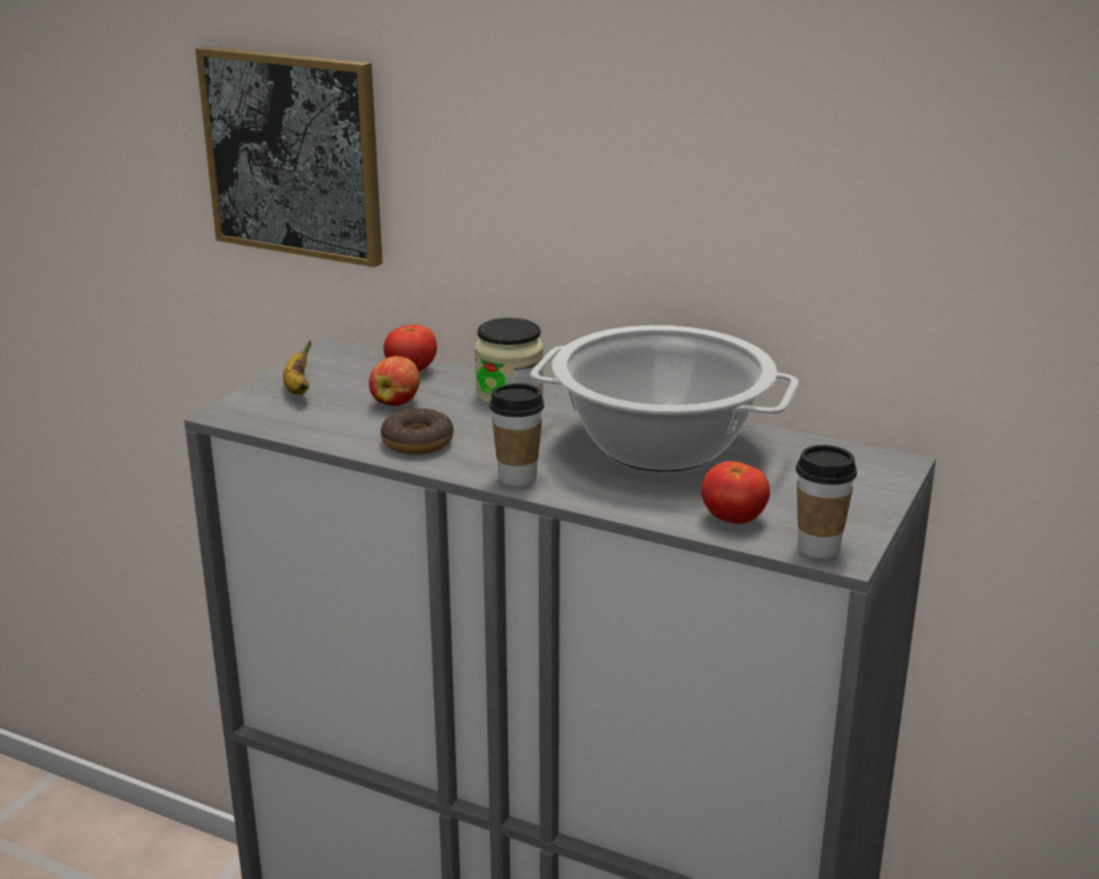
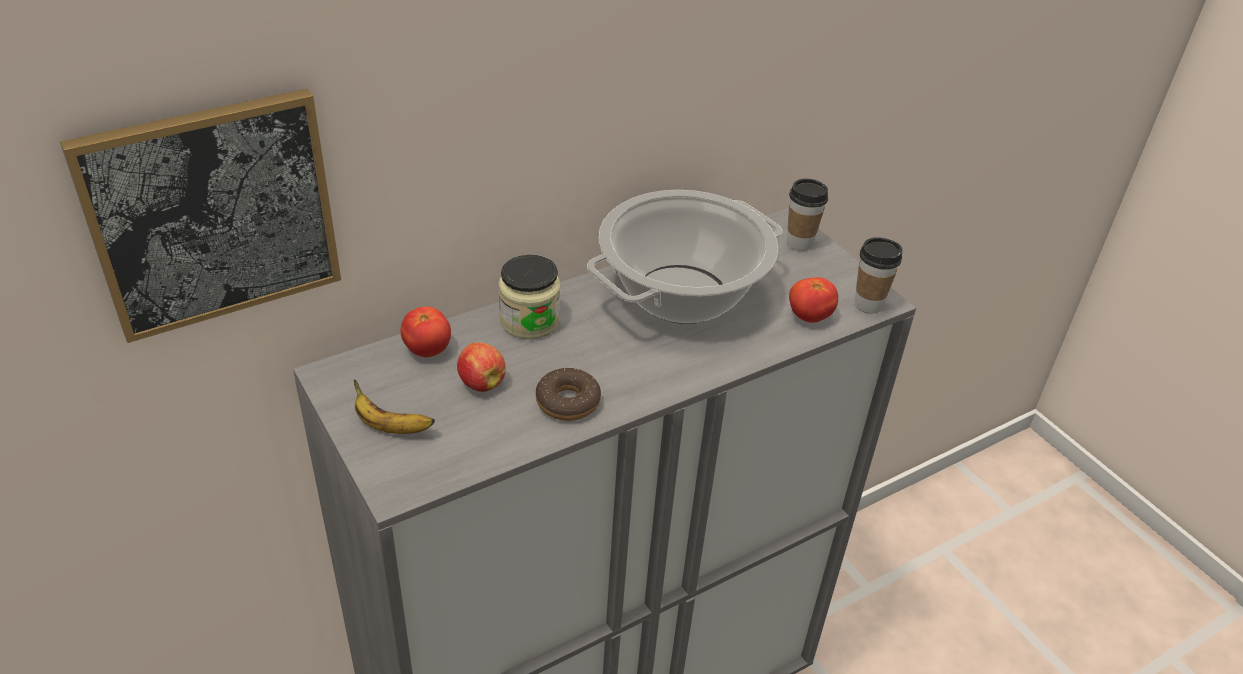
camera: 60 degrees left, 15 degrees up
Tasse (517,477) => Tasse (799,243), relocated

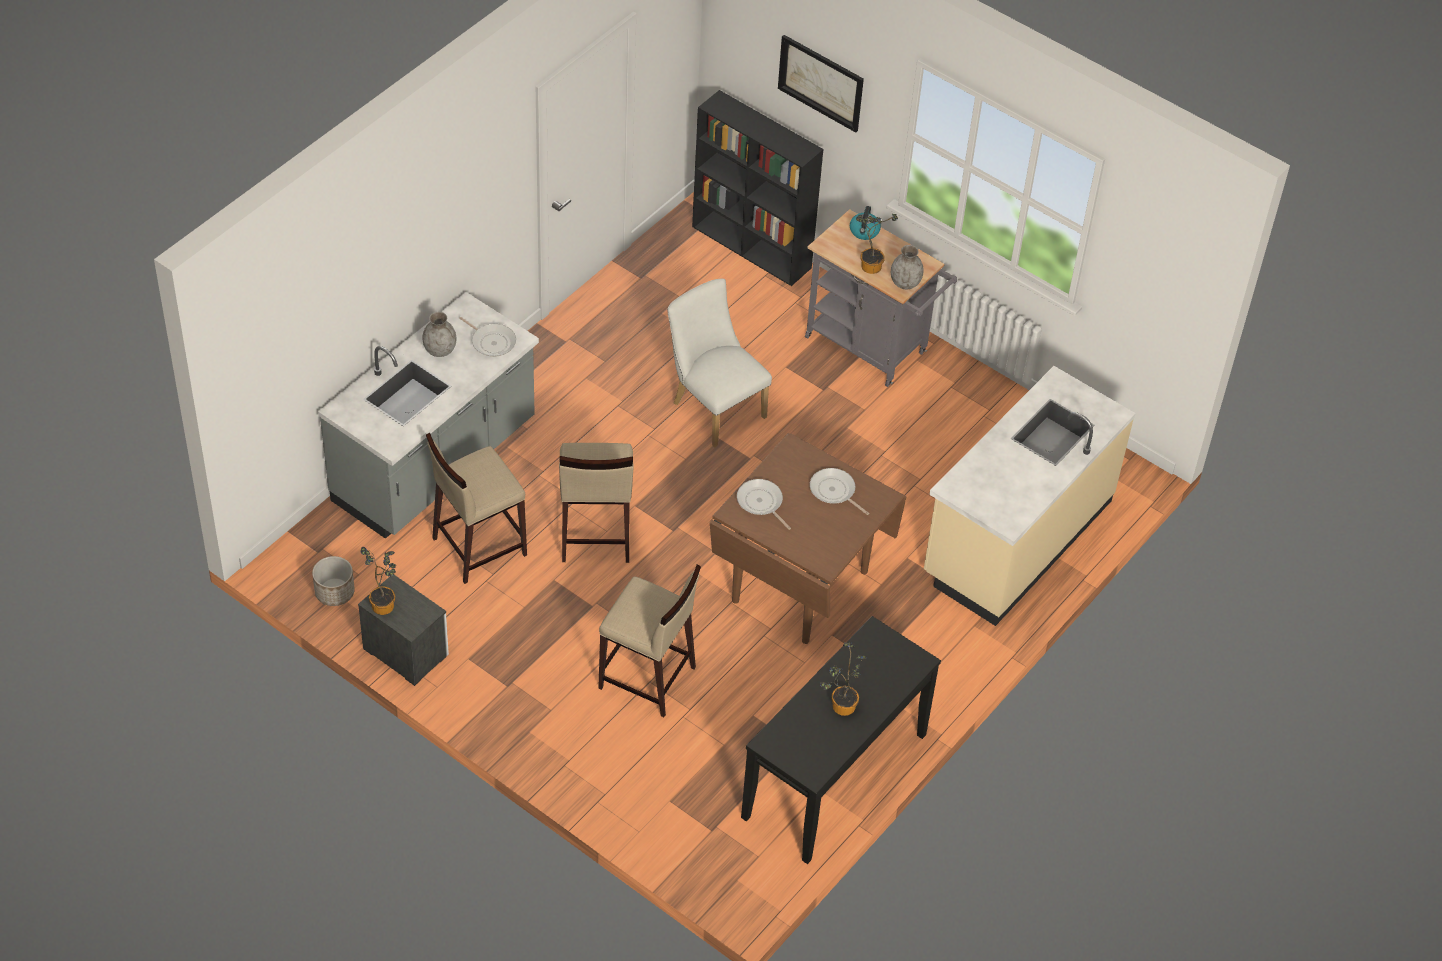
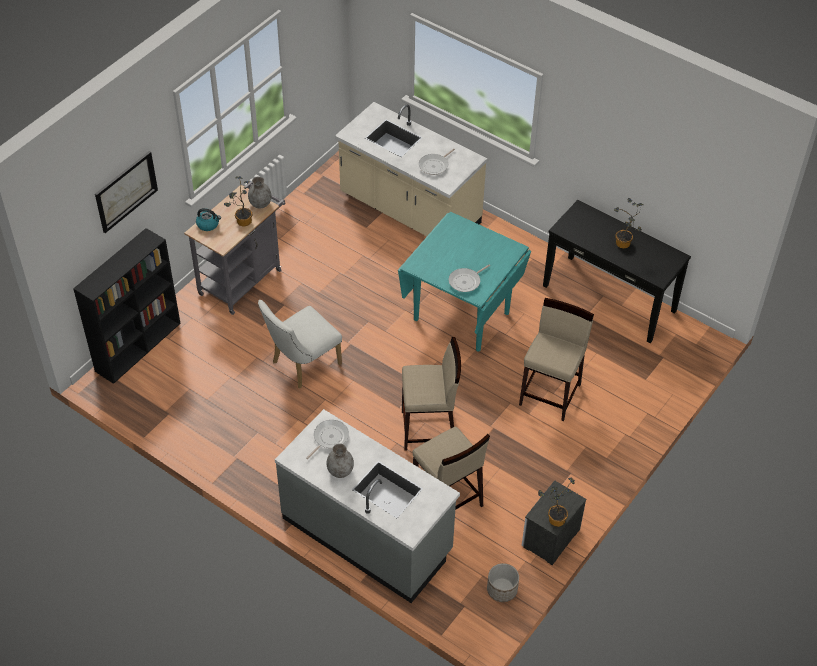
camera: 90 degrees left, 0 degrees up
Esstisch [braun] (801,586) => Esstisch [türkis] (462,315)
Pfanne (834,491) => Pfanne (435,165), relocated

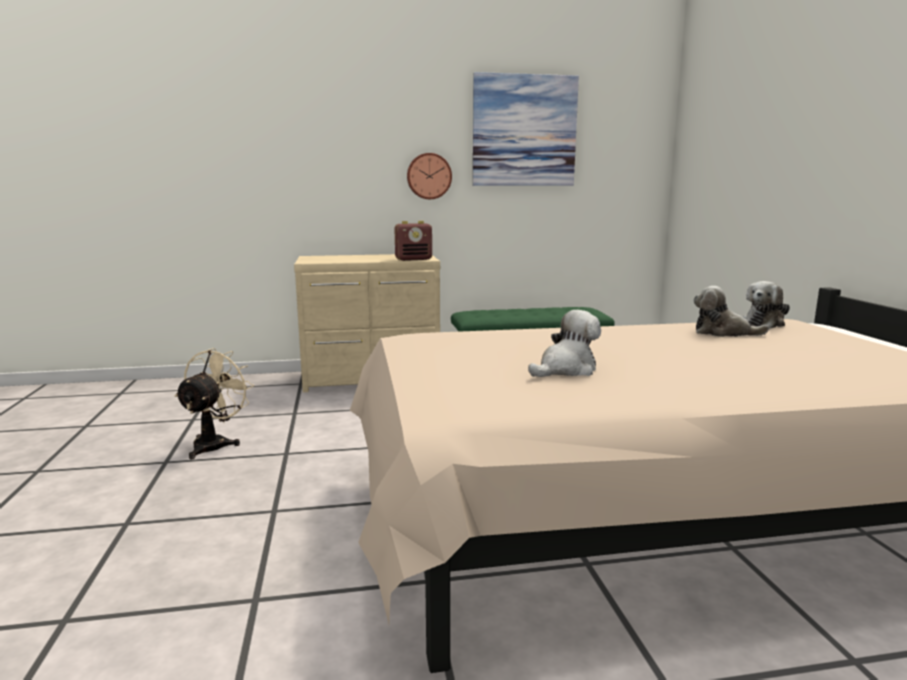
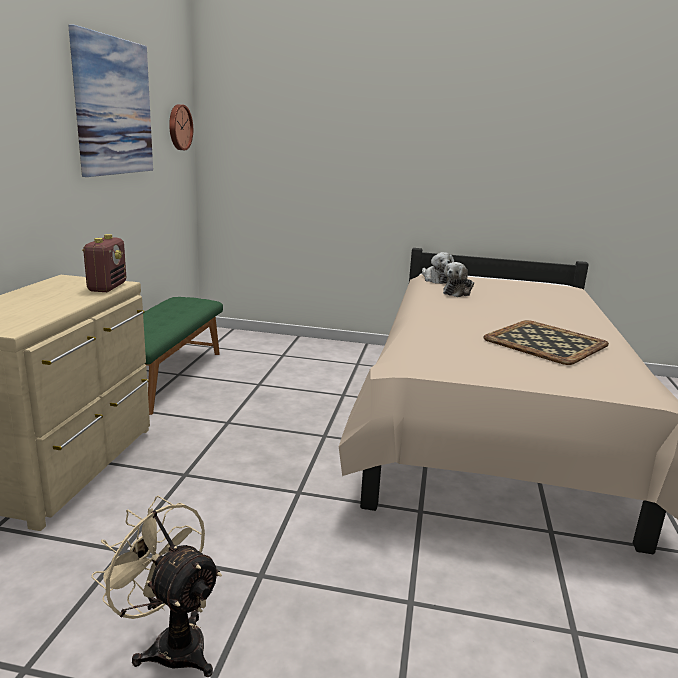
camera: 70 degrees left, 5 degrees up
Wanduhr (429,176) => Wanduhr (179,127), relocated
Plüschtier (566,369) => Tablett (545,343)

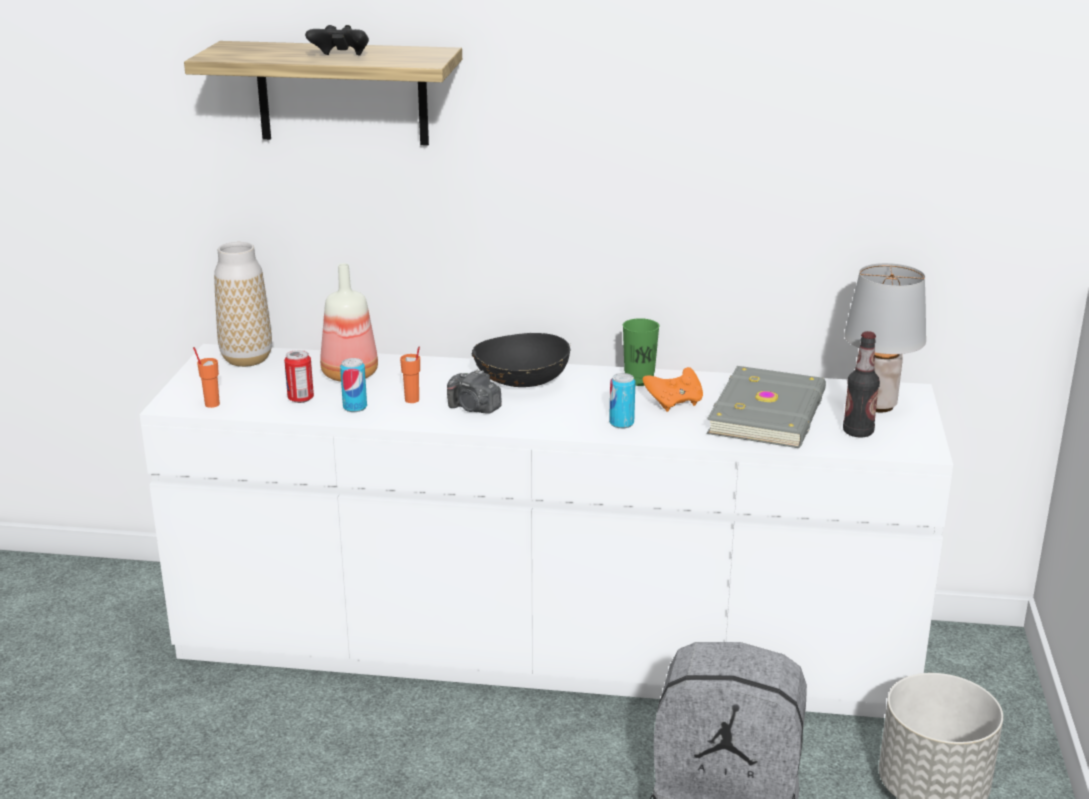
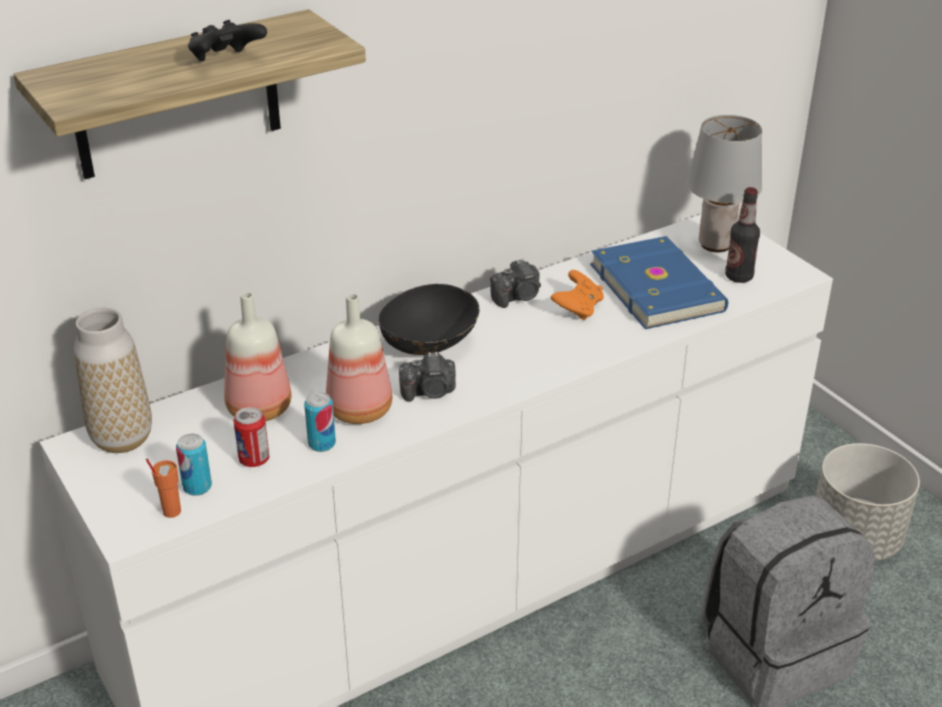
camera: 40 degrees left, 10 degrees up
Tasse [grün] (639,380) => Kamera (517,297)
Tasse [orange] (412,400) => Flasche (362,409)
Buch [grau] (770,413) => Buch [blau] (658,287)
Dose (621,423) => Dose (197,487), relocated

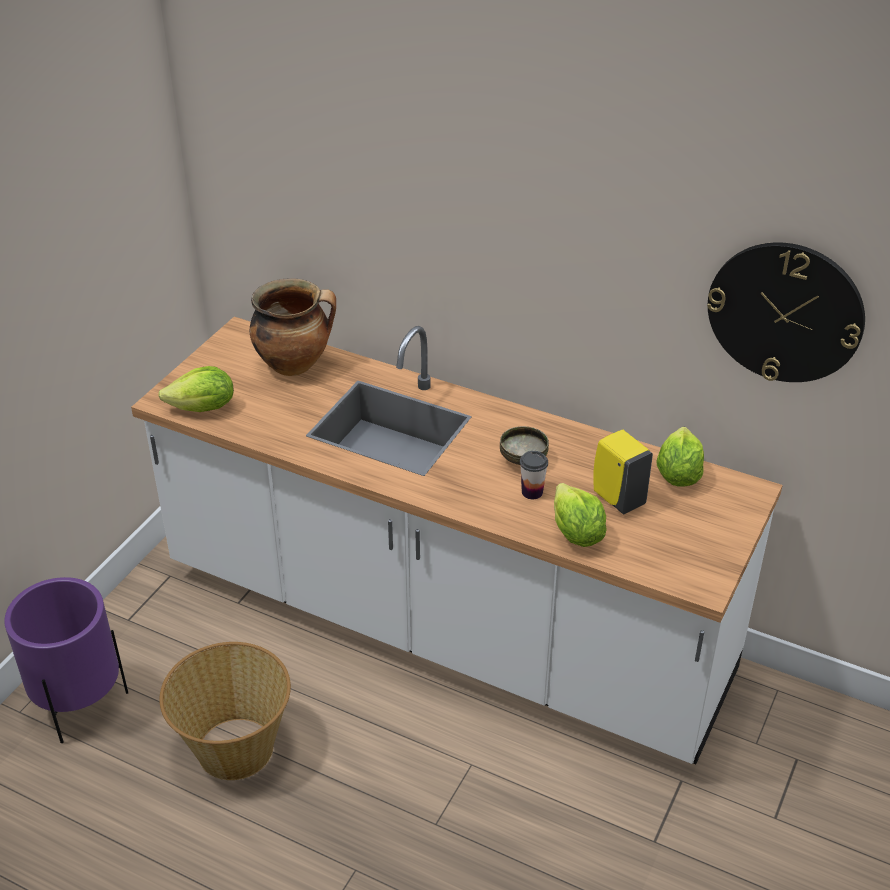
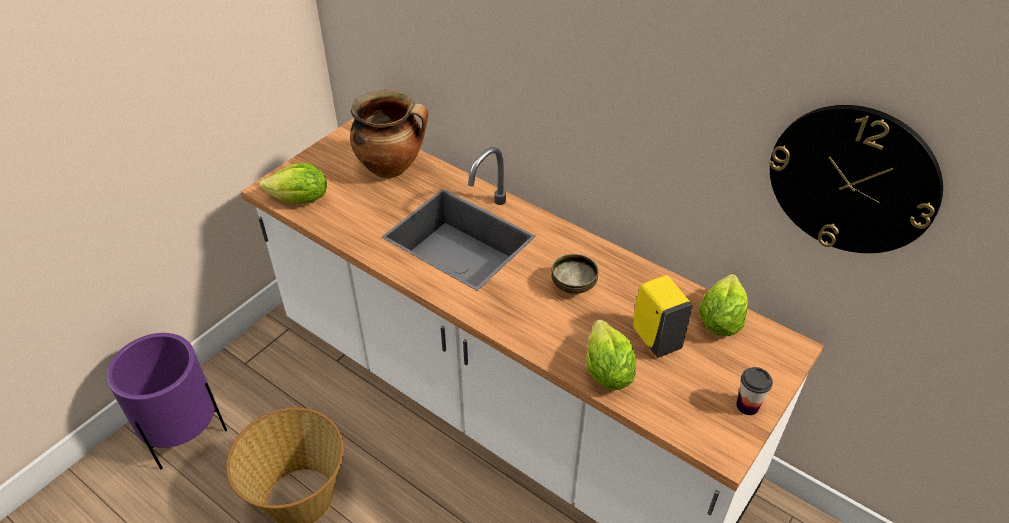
camera: 10 degrees right, 5 degrees up
Tasse (532,492) => Tasse (747,406), relocated

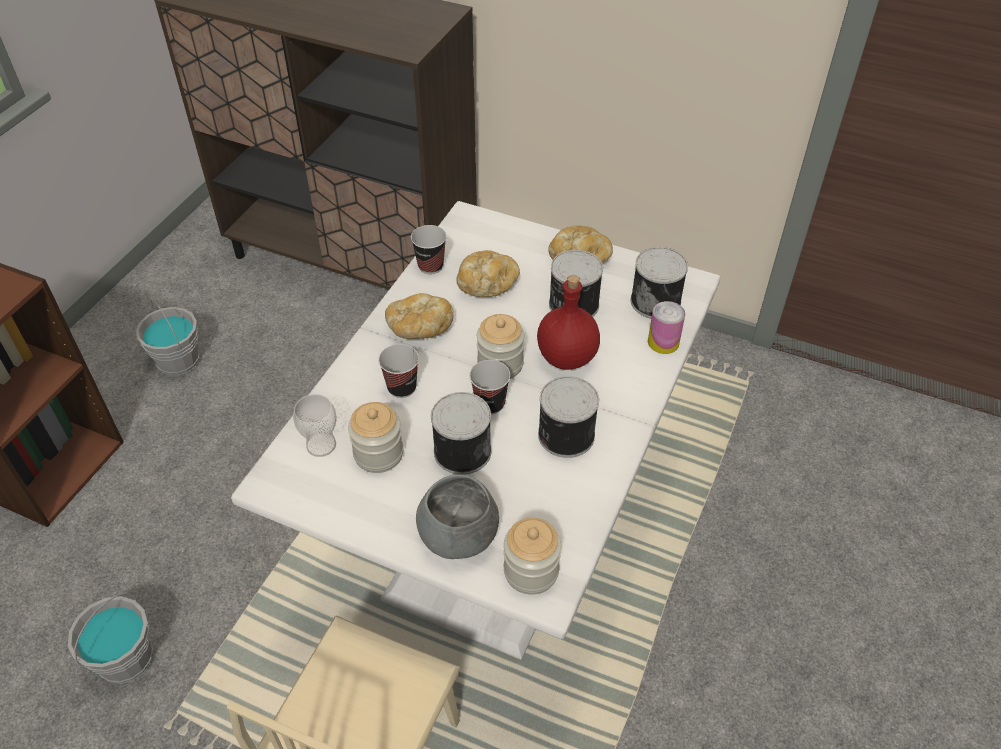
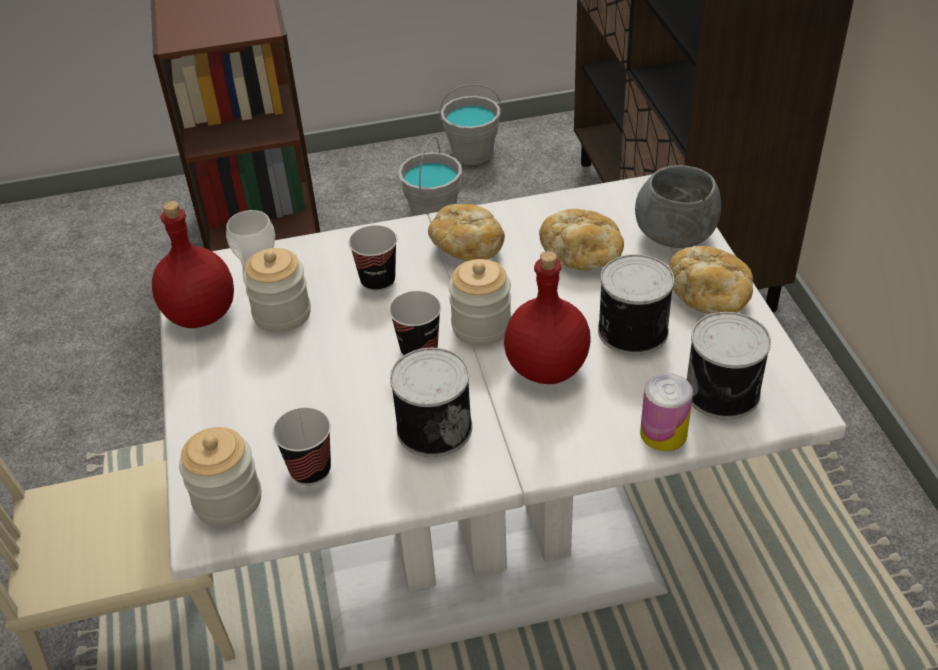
camera: 55 degrees right, 5 degrees down
Tasse (430,266) => Tasse (310,470), relocated
Dose (461,450) => nothing
Schüssel [grau] (459,537) => Schüssel [grau] (675,236), relocated
Eimer [grau] (125,658) => Eimer [grau] (472,152), relocated
nothing => Flasche [rot] (202,314)

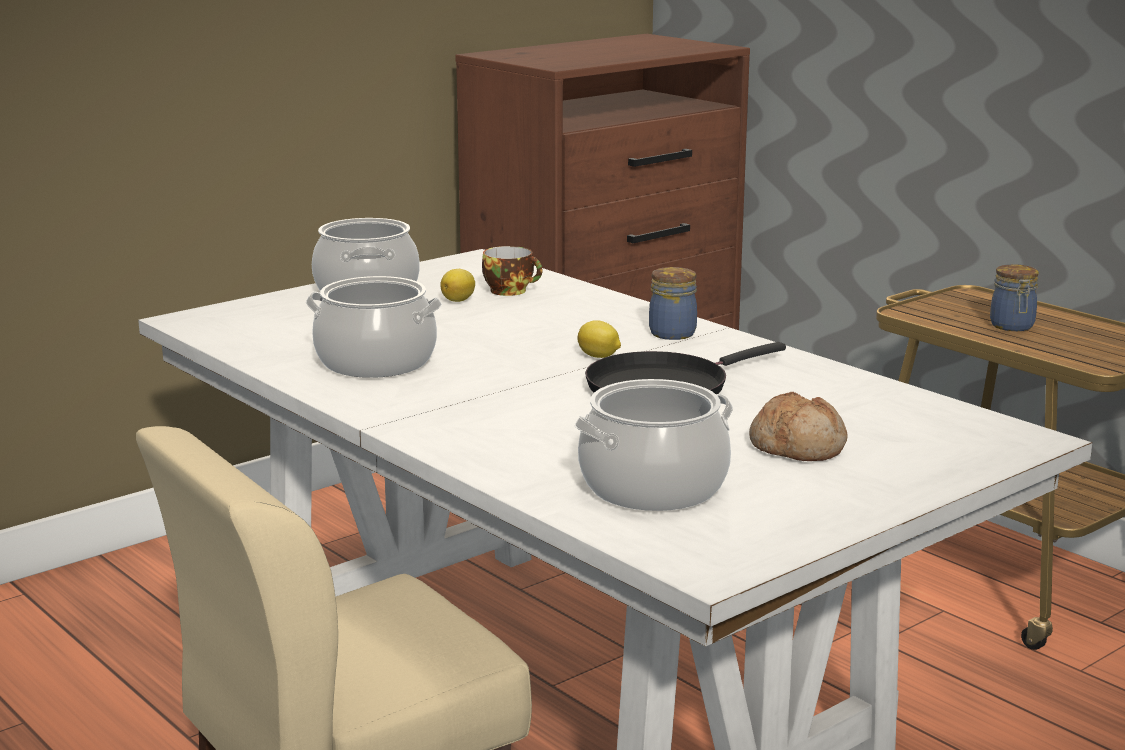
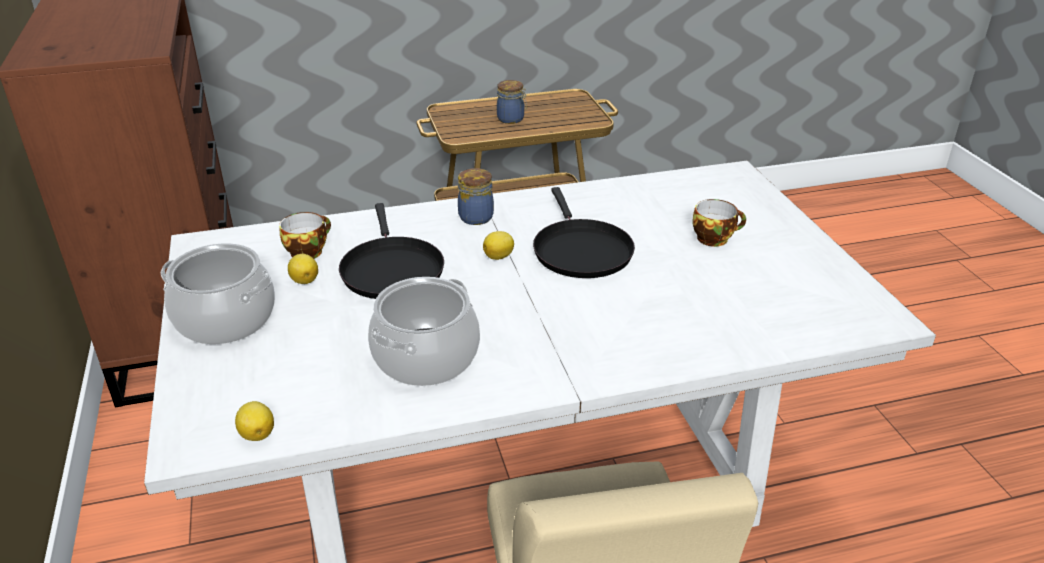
camera: 65 degrees left, 15 degrees up
Kochtopf (653,487) => nothing
Brot (798,447) => Tasse (714,238)
nothing => Pfanne [schwarz] (391,270)
nothing => Zitrone (257,433)

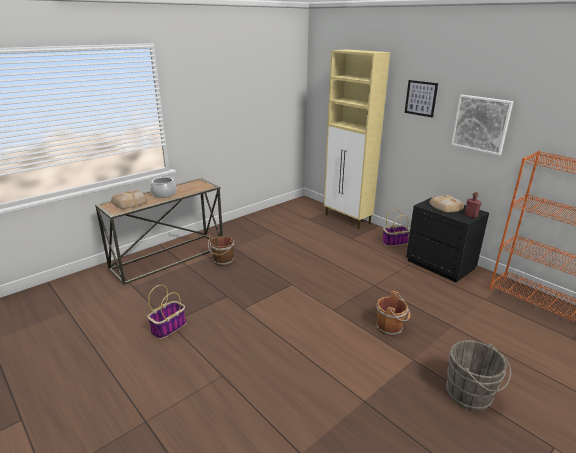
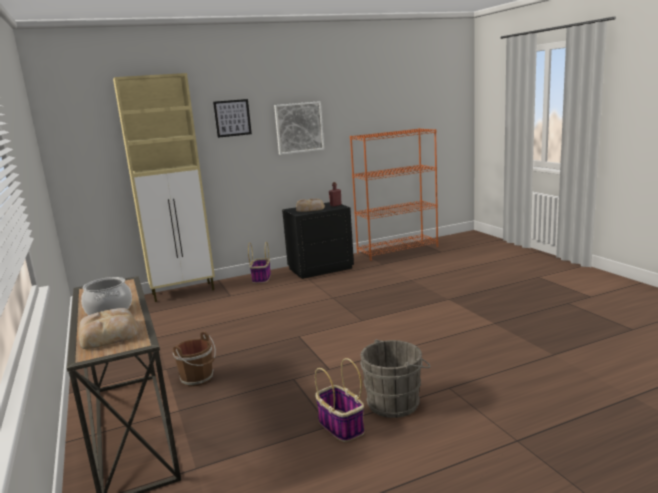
camera: 70 degrees left, 10 degrees down
Eimer [braun] (390,327) => nothing
Eimer [grau] (471,395) => Eimer [grau] (396,402), relocated

